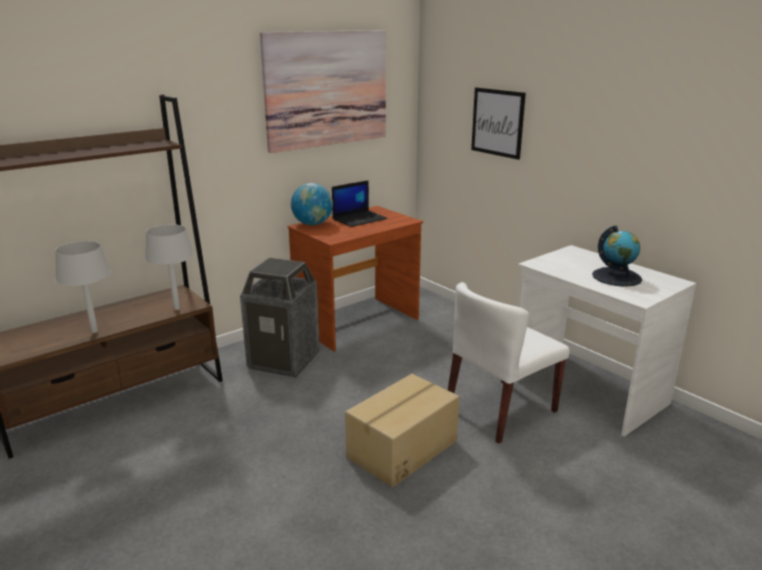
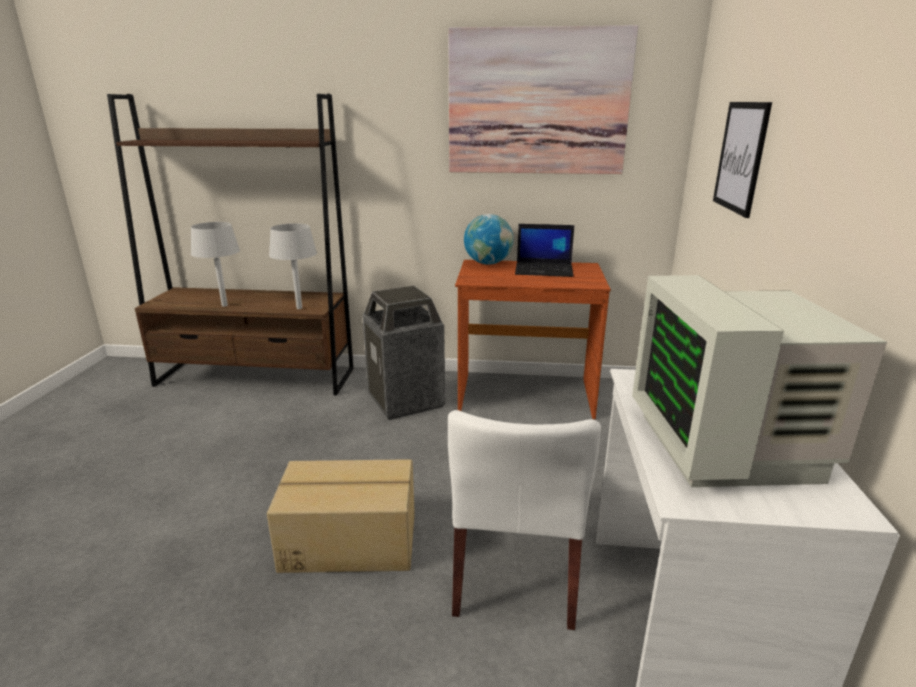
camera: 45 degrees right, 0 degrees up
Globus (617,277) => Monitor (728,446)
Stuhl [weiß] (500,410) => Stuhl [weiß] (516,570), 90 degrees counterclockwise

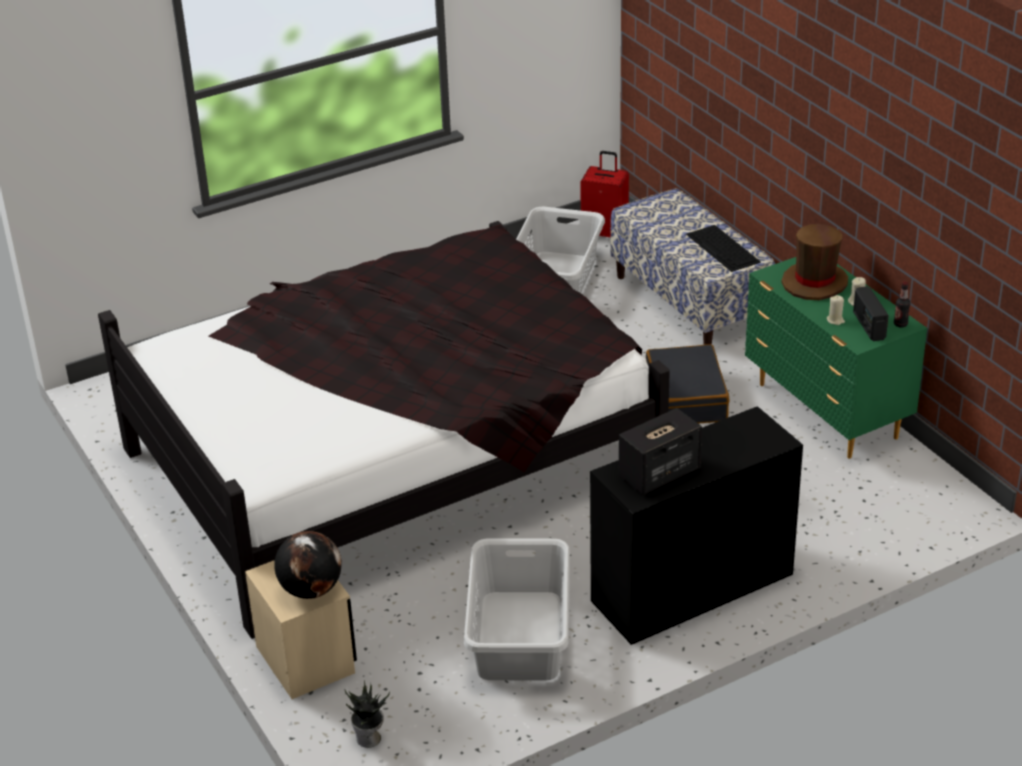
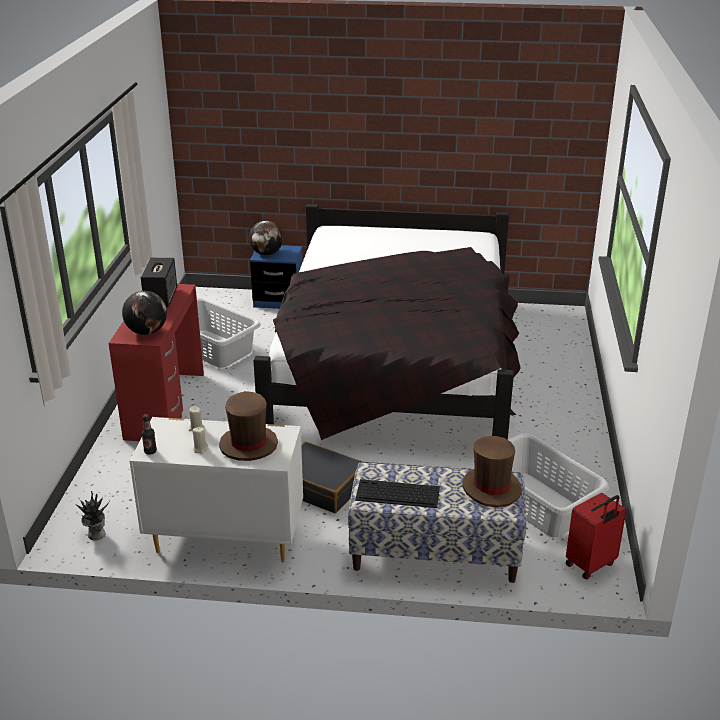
camera: 125 degrees right, 5 degrees down
Kommode [grün] (826,412) => Kommode [weiß] (224,538)
Radio (868,326) => nothing
Schreibtisch [schwarz] (692,588) => Schreibtisch [rot] (165,405)
Nachttisch [beige] (306,659) => Nachttisch [blau] (278,300)
Topfpflanze (369,739) => Topfpflanze (95,534), relocated
nothing => Globus (147,332)
nothing => Hut [braun] (491,488)

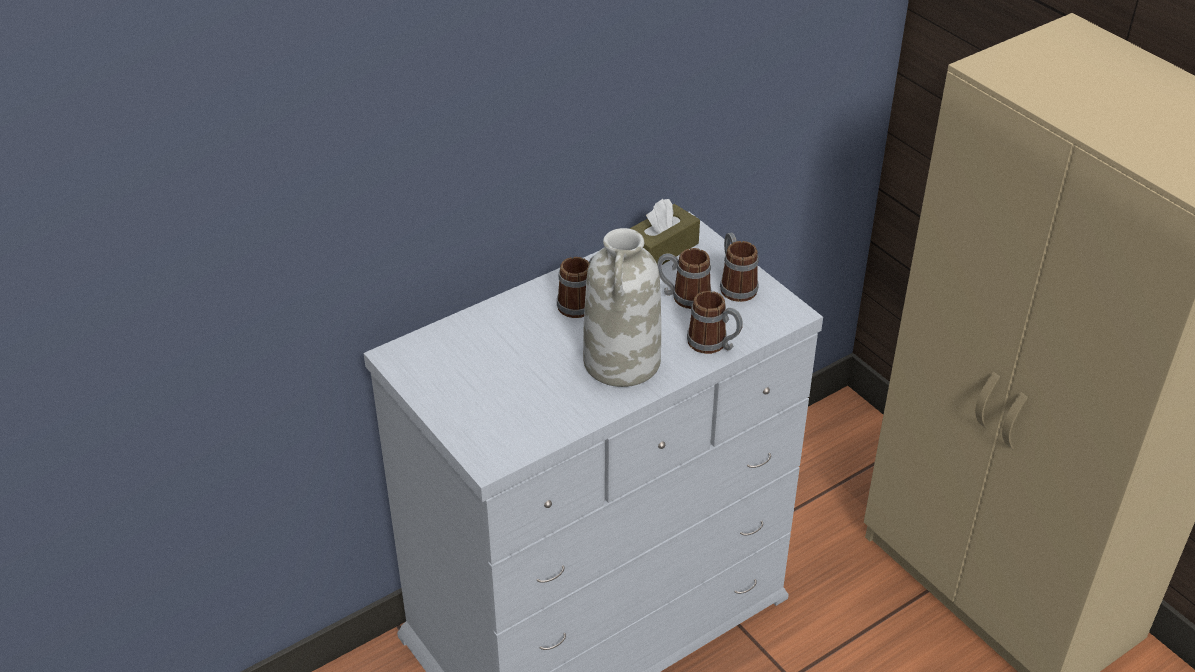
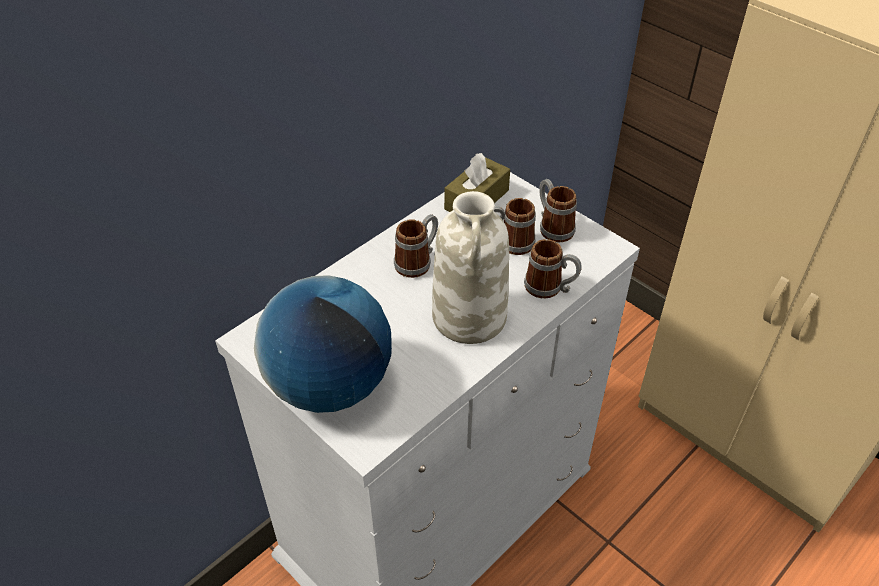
camera: 10 degrees left, 5 degrees up
nothing => Globus (329,385)

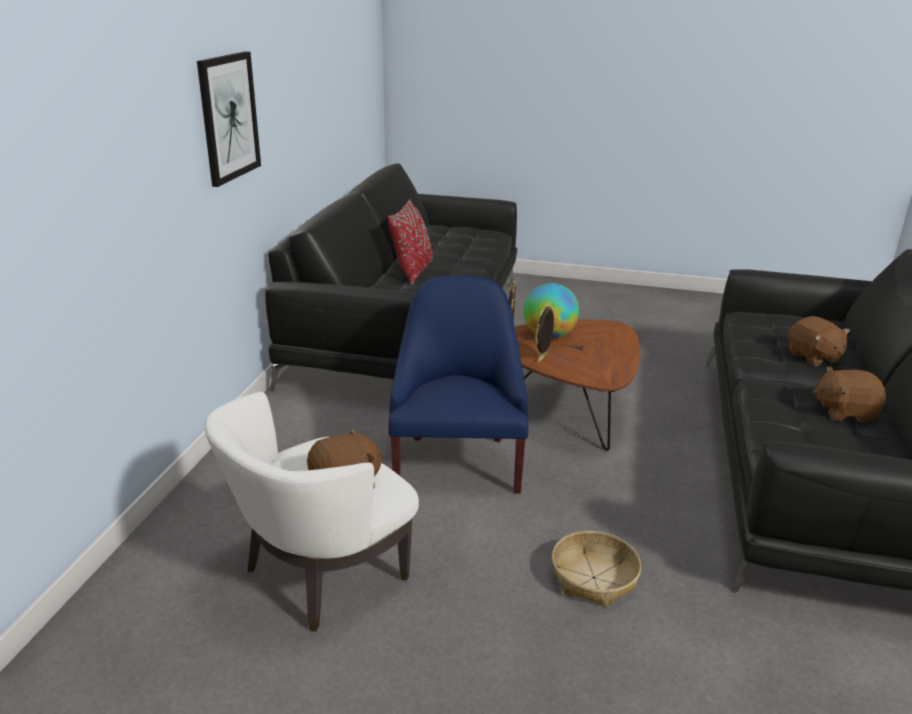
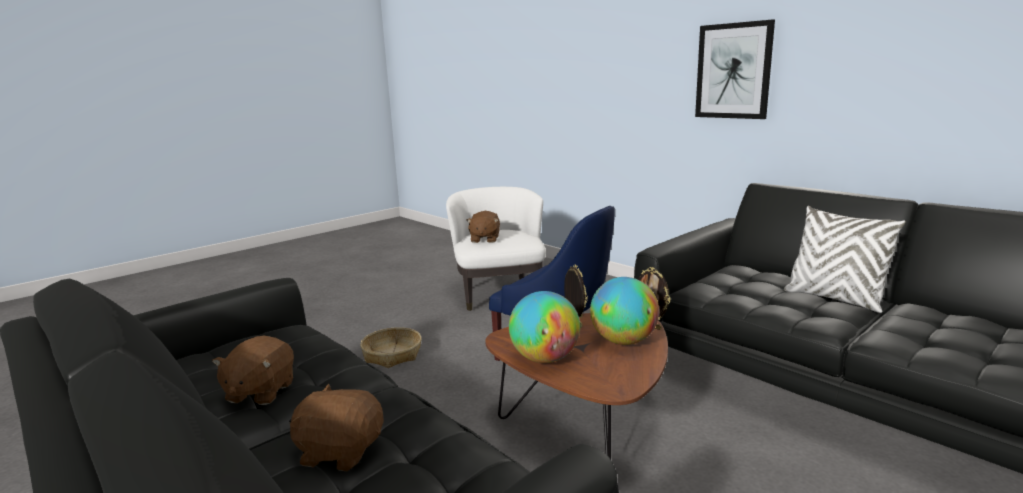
camera: 125 degrees right, 10 degrees down
Kissen [rot] (413,272) => Kissen [weiß] (834,299)
Plüschtier [braun] (844,412) => Plüschtier [braun] (260,392), 150 degrees clockwise
nothing => Globus (544,359)

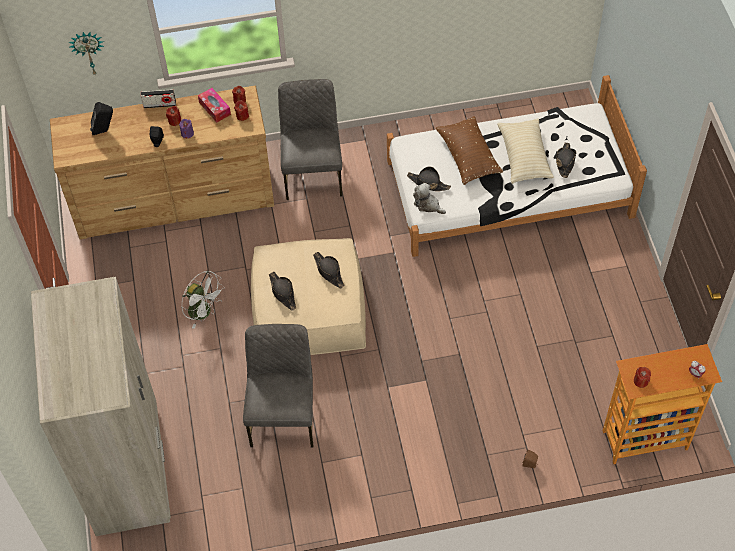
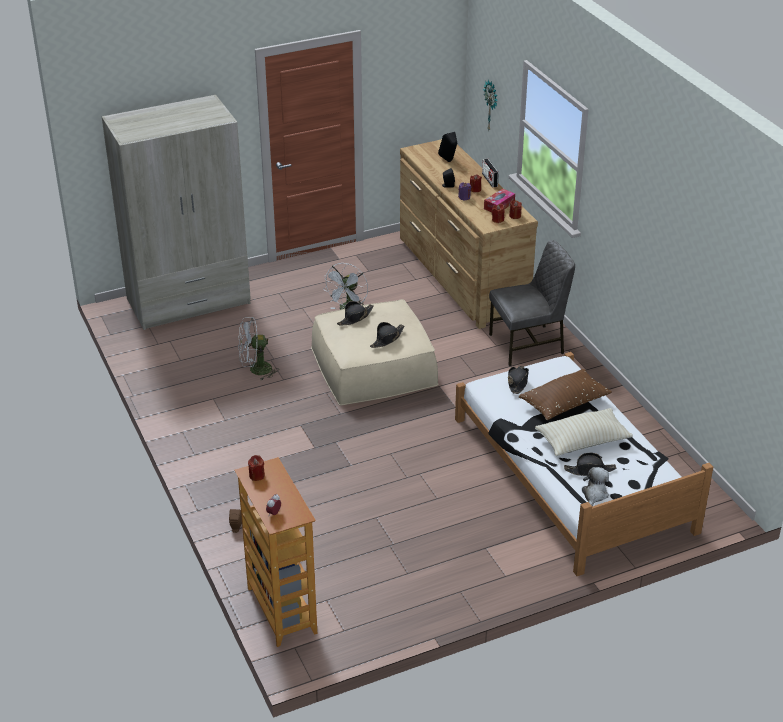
camera: 75 degrees right, 20 degrees down
Plüschtier (428,205) => Plüschtier (594,495), relocated
Stuhl [grau] (284,415) => Ventilator [weiß] (255,370)

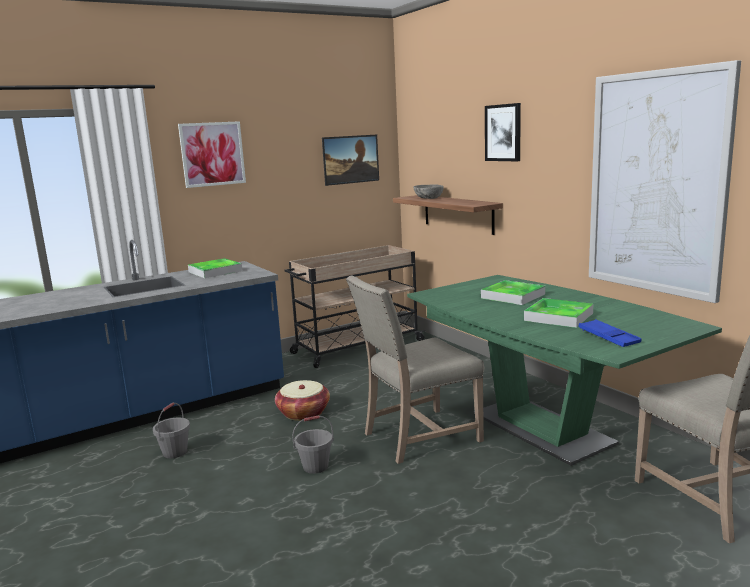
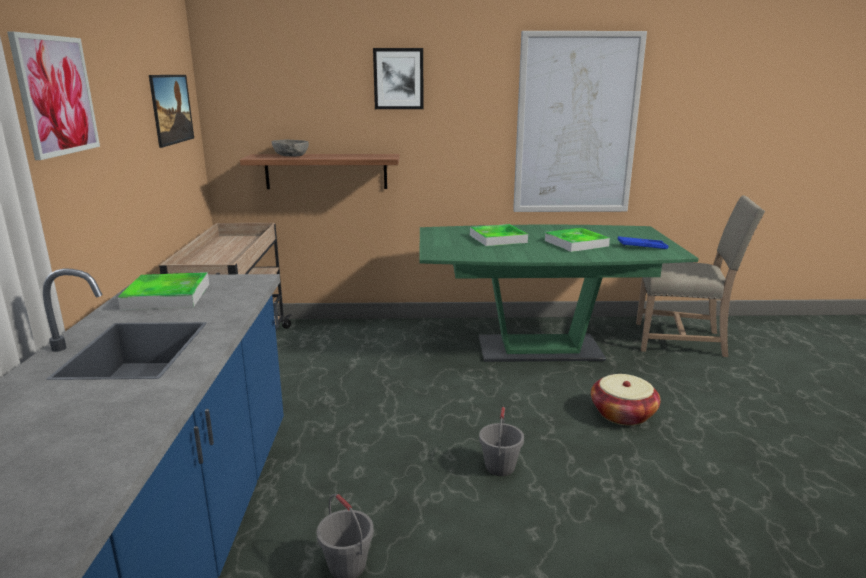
camera: 60 degrees left, 5 degrees up
Stuhl [beige] (418,437) => nothing
Korb (303,413) => Korb (622,414), relocated

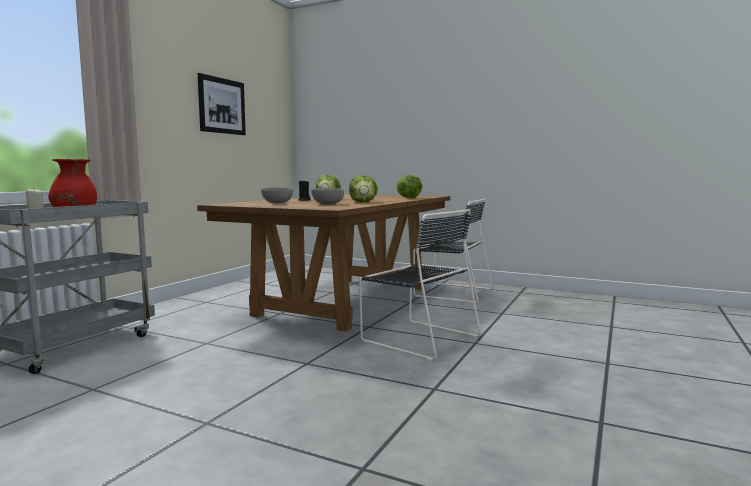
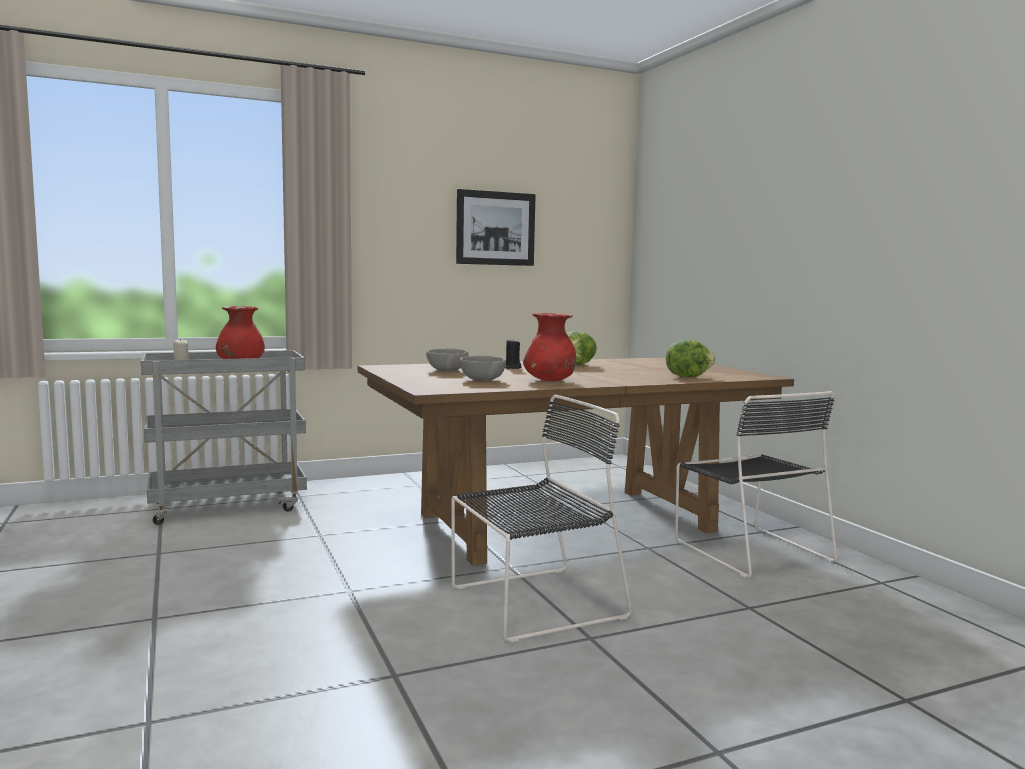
camera: 40 degrees right, 0 degrees up
Salatkopf (363,202) => Vase [rot] (550,381)
Stuhl [schwarz] (417,338) => Stuhl [schwarz] (532,603), 105 degrees counterclockwise

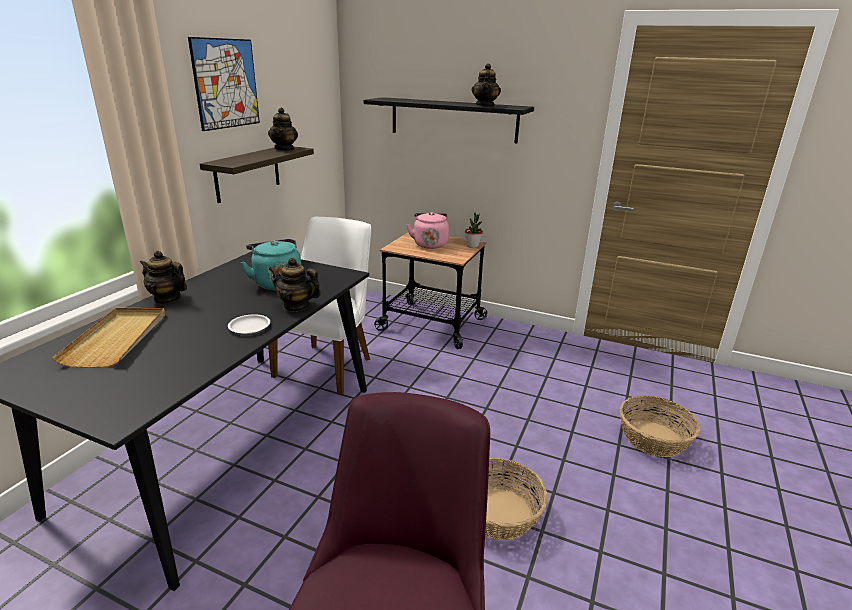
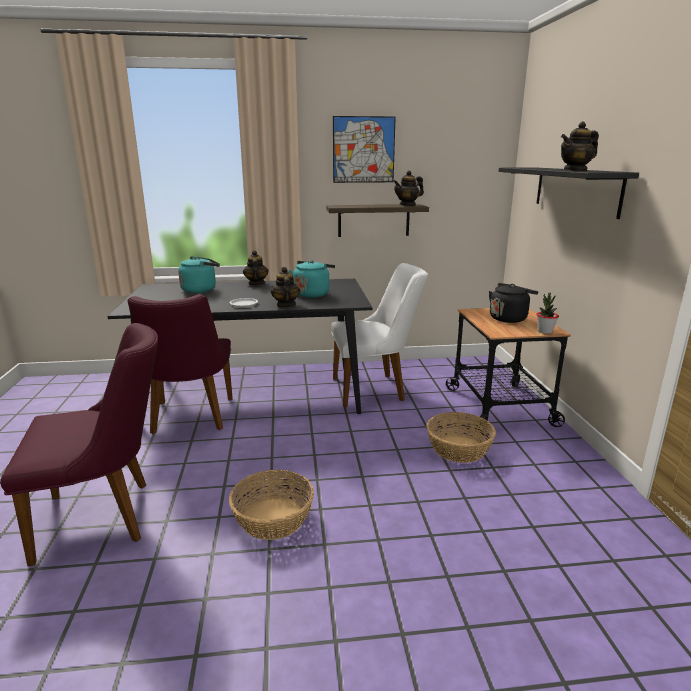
camera: 60 degrees right, 5 degrees down
Wasserkessel [rosa] (430,244) => Wasserkessel [schwarz] (509,318)
Tablett [beige] (118,339) => Wasserkessel [türkis] (201,290)
Korb (653,438) => Korb (458,449), relocated
nothing => Stuhl [lila] (190,419)

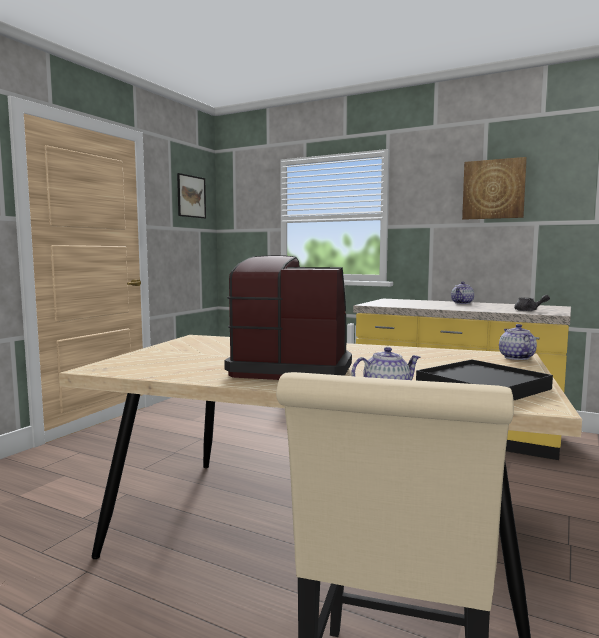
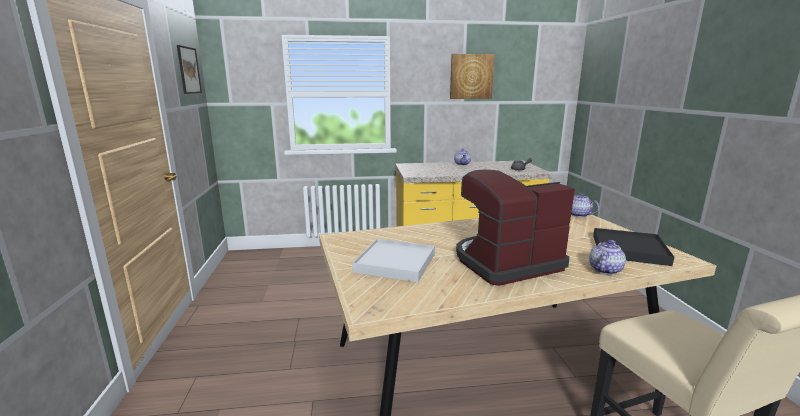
camera: 35 degrees left, 10 degrees up
nothing => Tablett [weiß] (395,263)

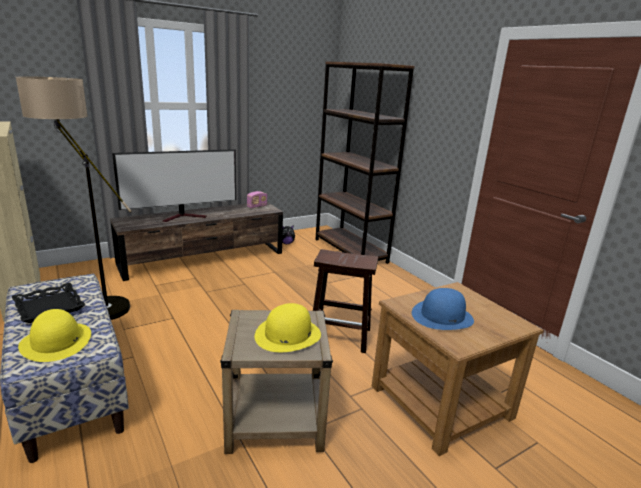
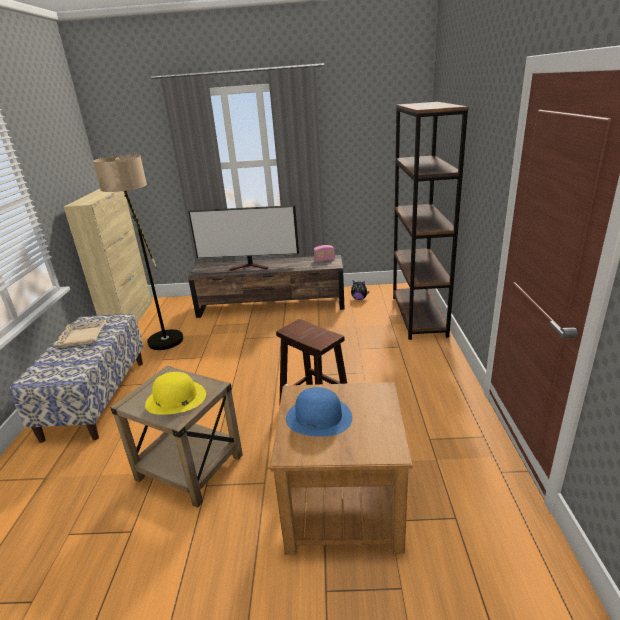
camera: 35 degrees right, 5 degrees up
Tablett [schwarz] (48,307) => Tablett [beige] (82,337)
Hut [gelb] (56,341) => nothing

